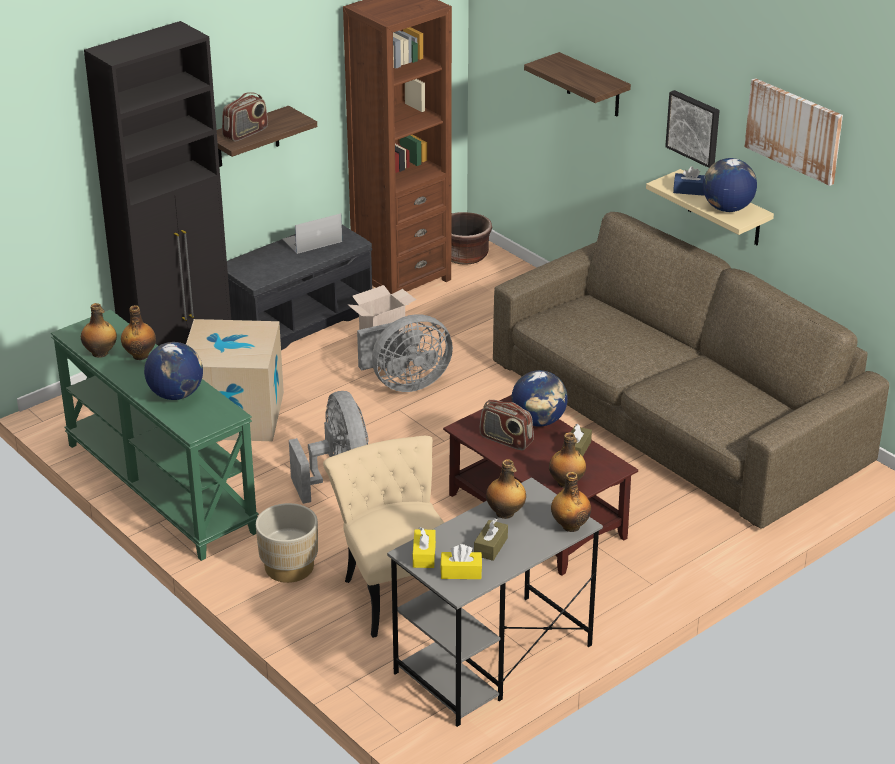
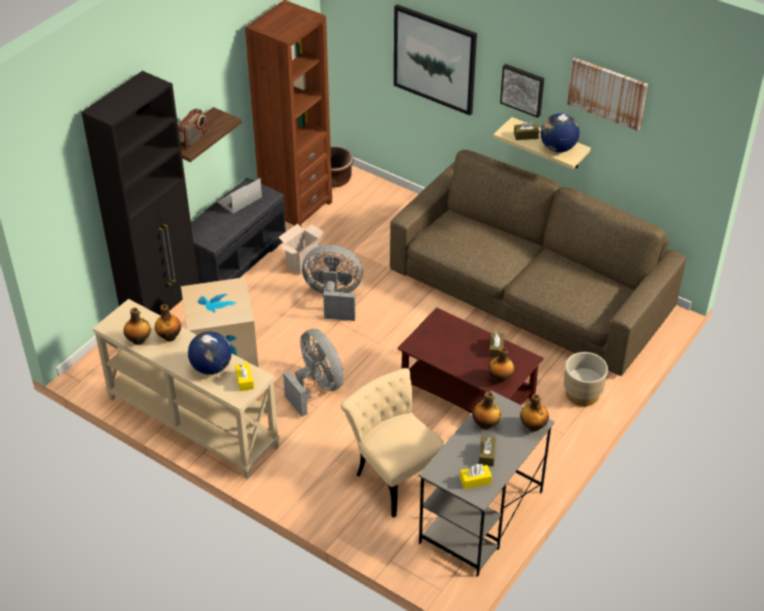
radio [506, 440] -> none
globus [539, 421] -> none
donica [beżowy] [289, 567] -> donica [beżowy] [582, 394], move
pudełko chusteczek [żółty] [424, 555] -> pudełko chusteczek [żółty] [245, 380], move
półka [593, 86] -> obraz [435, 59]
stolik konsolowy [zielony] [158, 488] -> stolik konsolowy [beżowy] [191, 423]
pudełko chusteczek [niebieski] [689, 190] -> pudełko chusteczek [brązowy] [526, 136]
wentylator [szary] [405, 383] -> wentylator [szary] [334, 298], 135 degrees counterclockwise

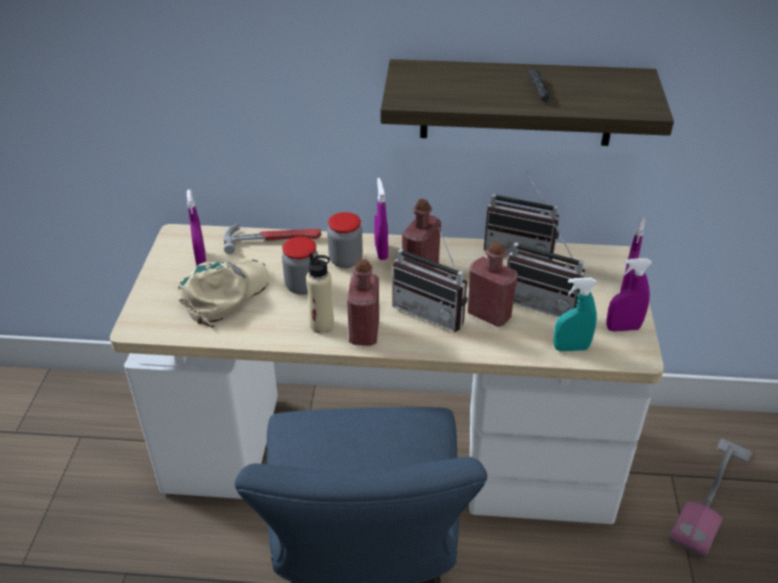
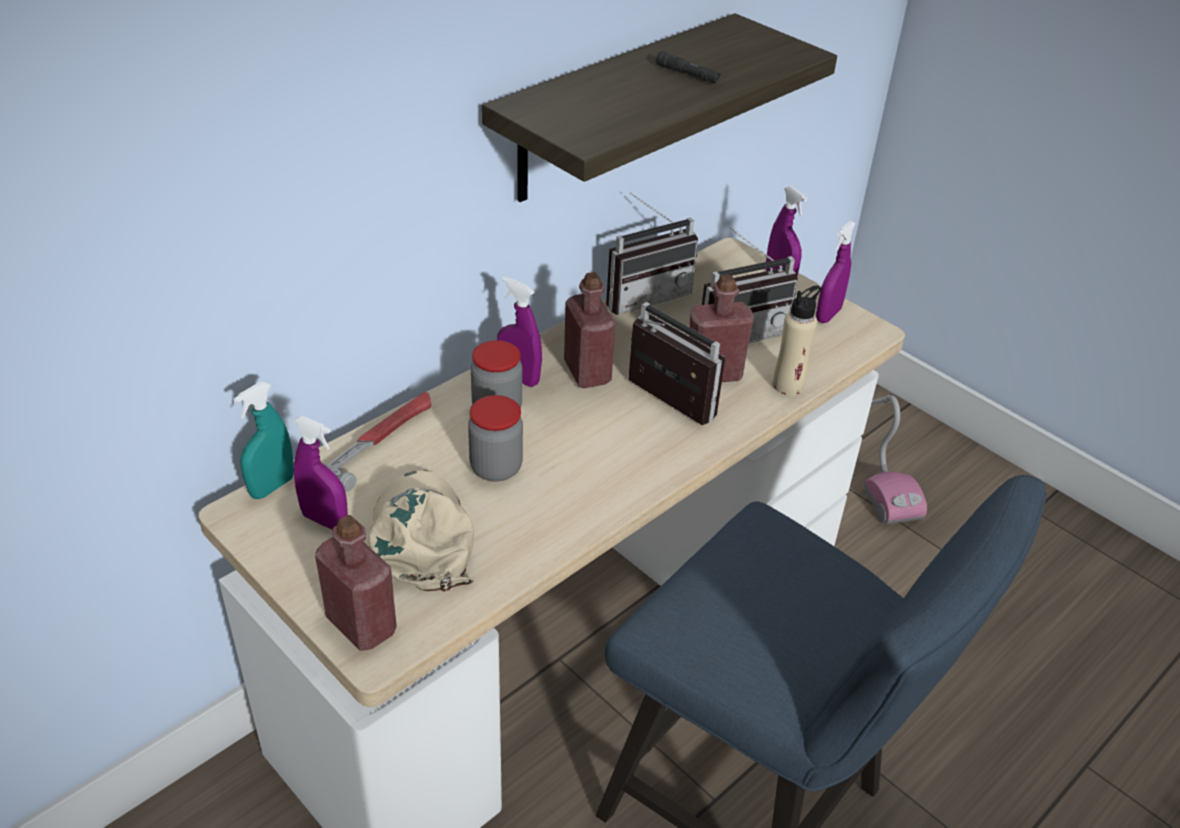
butelka [beżowy] [322, 325] -> butelka [beżowy] [788, 385], move
butelka [czerwony] [364, 332] -> butelka [czerwony] [361, 624], move
spryskiwacz [turkusowy] [571, 348] -> spryskiwacz [turkusowy] [272, 487], move
radio [433, 311] -> radio [662, 404], 120 degrees counterclockwise

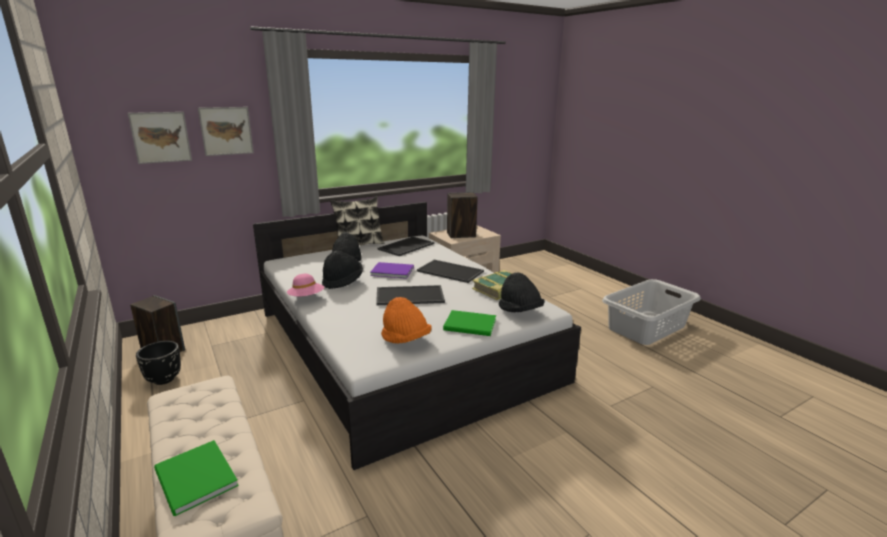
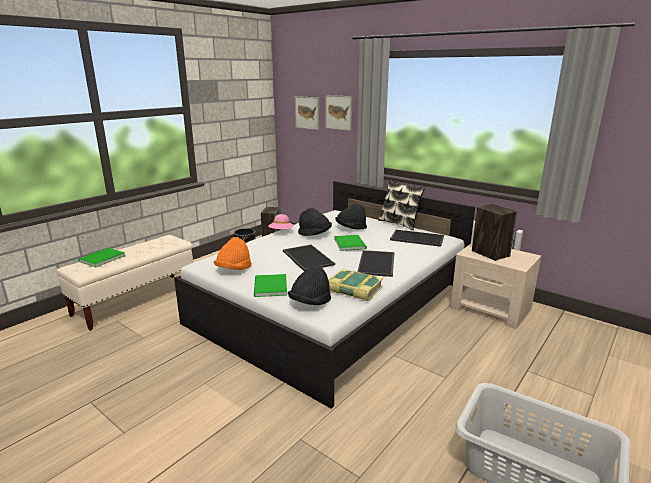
książka [fioletowy] [391, 271] -> książka [zielony] [350, 243]

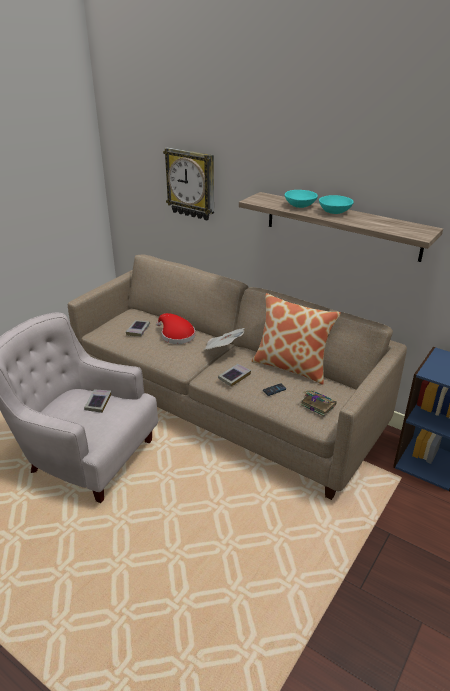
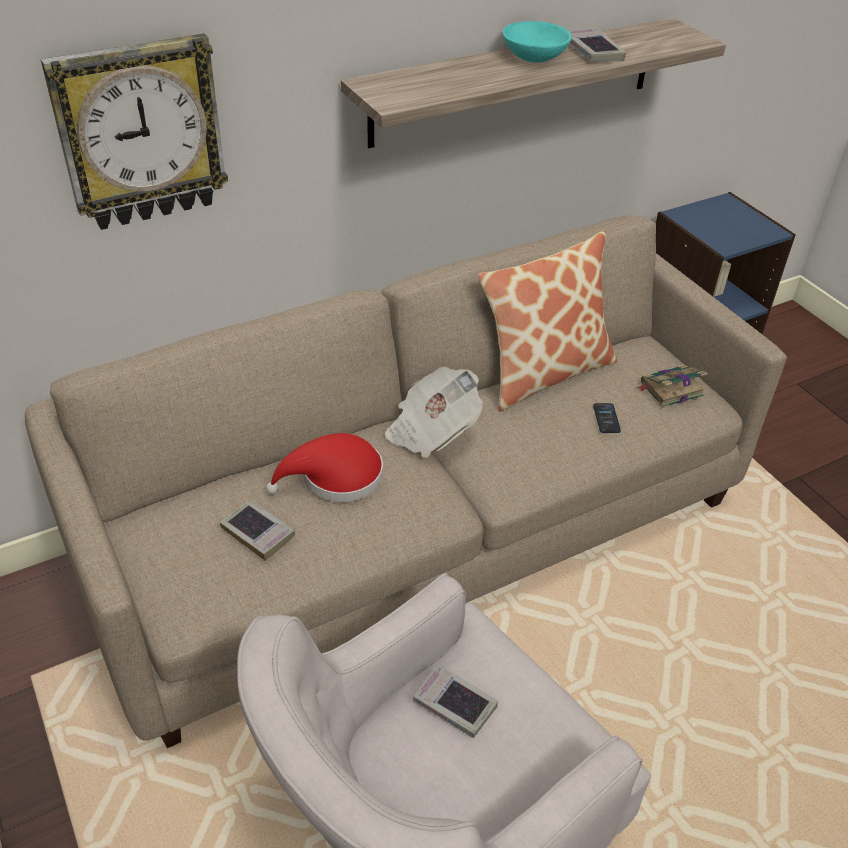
miska [turkusowy] [300, 206] -> none
książka [234, 377] -> książka [592, 51], move

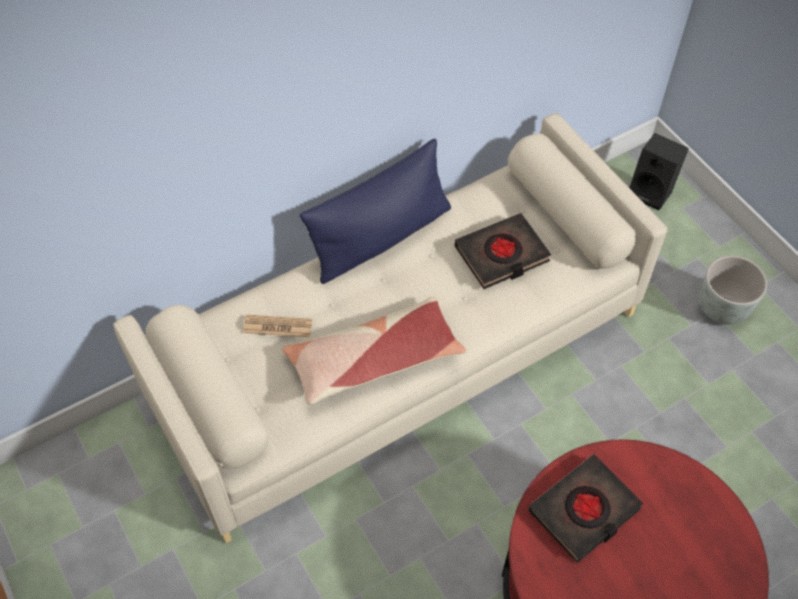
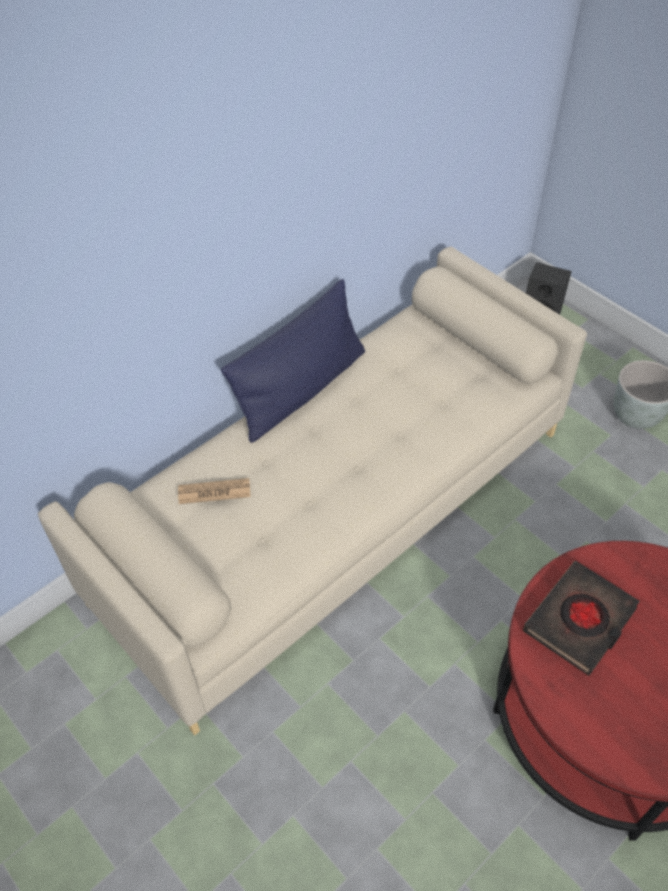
poduszka [373, 360] -> none
książka [czarny] [502, 255] -> none

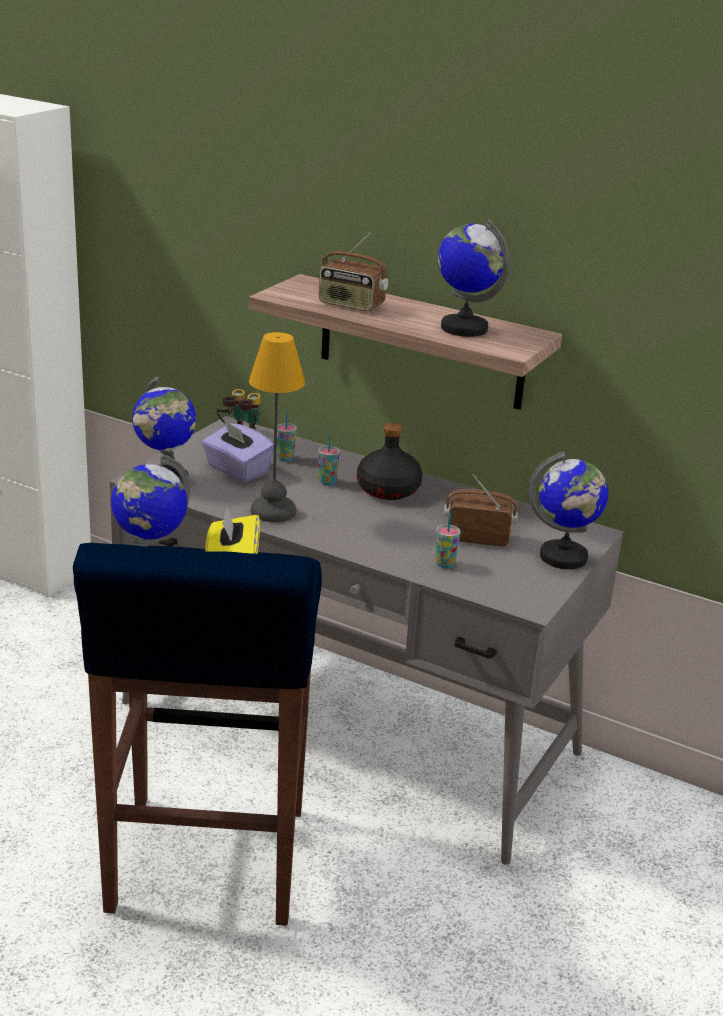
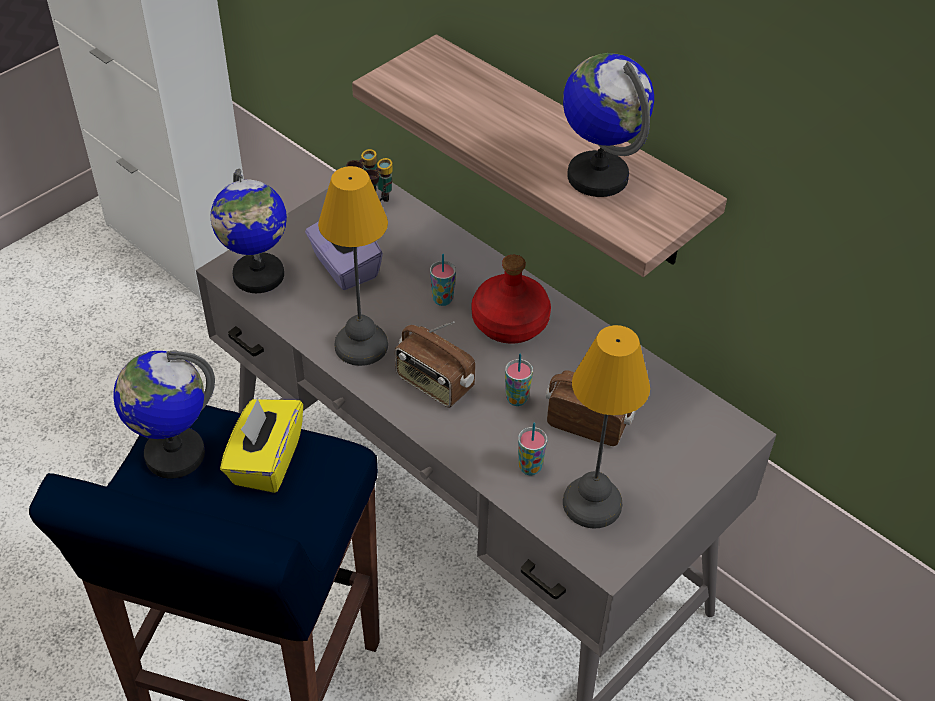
globus [563, 557] -> none
none -> lampa stołowa [590, 503]
filiżanka [285, 458] -> filiżanka [516, 399], move
radio [351, 305] -> radio [434, 384], move
butelka [czarny] [388, 490] -> butelka [czerwony] [509, 323]

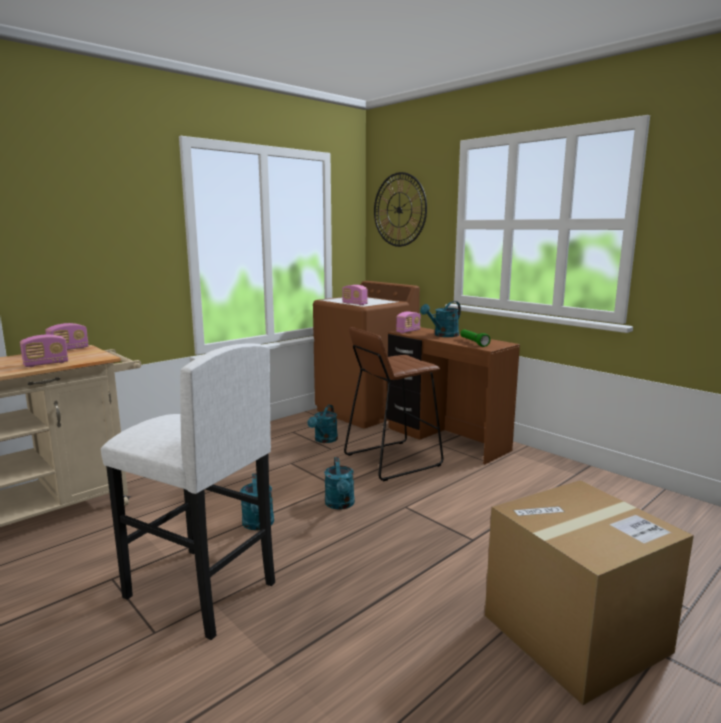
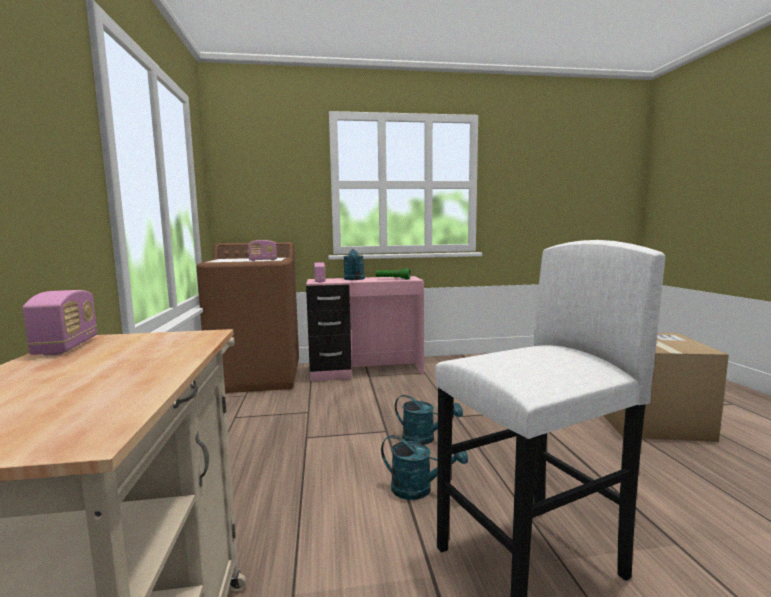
radio [46, 364] -> none
konewka [turkusowy] [324, 440] -> none
stołek [brązowy] [391, 460] -> none
zegar ścienny [399, 210] -> none
biurko [brązowy] [446, 440] -> biurko [różowy] [366, 372]

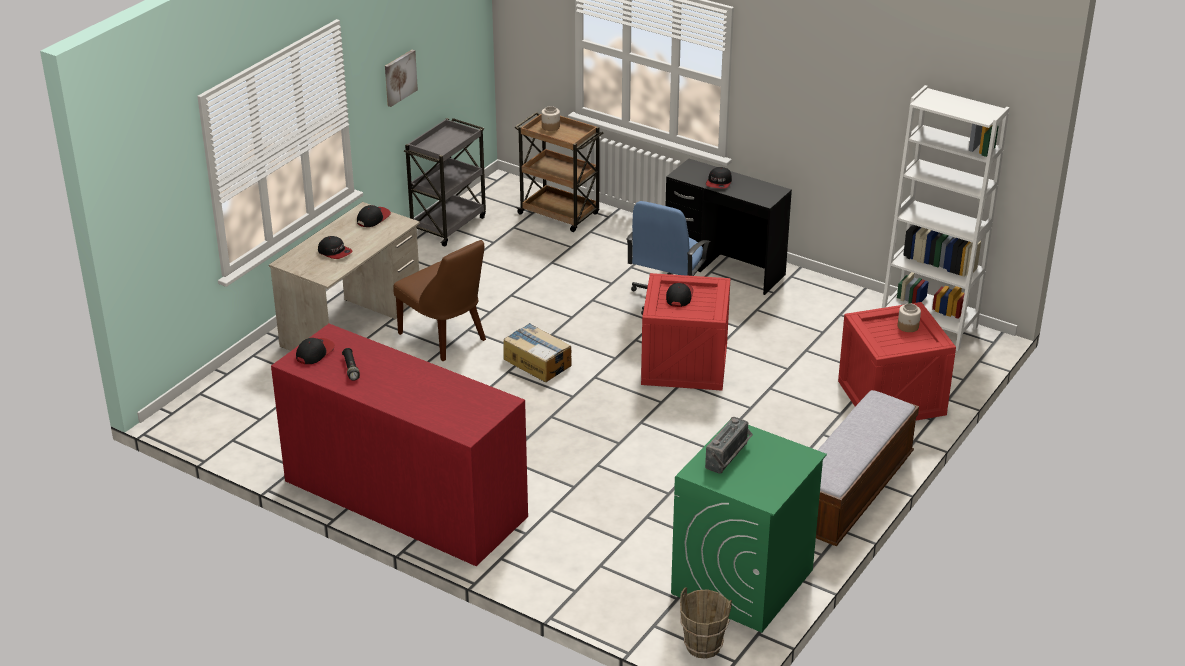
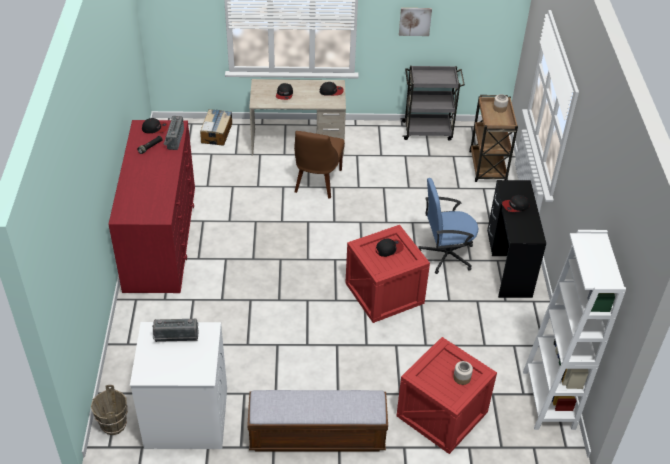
none -> radio [173, 139]
karton [537, 362] -> karton [217, 133], move
pralka [zielony] [742, 582] -> pralka [biały] [186, 418]

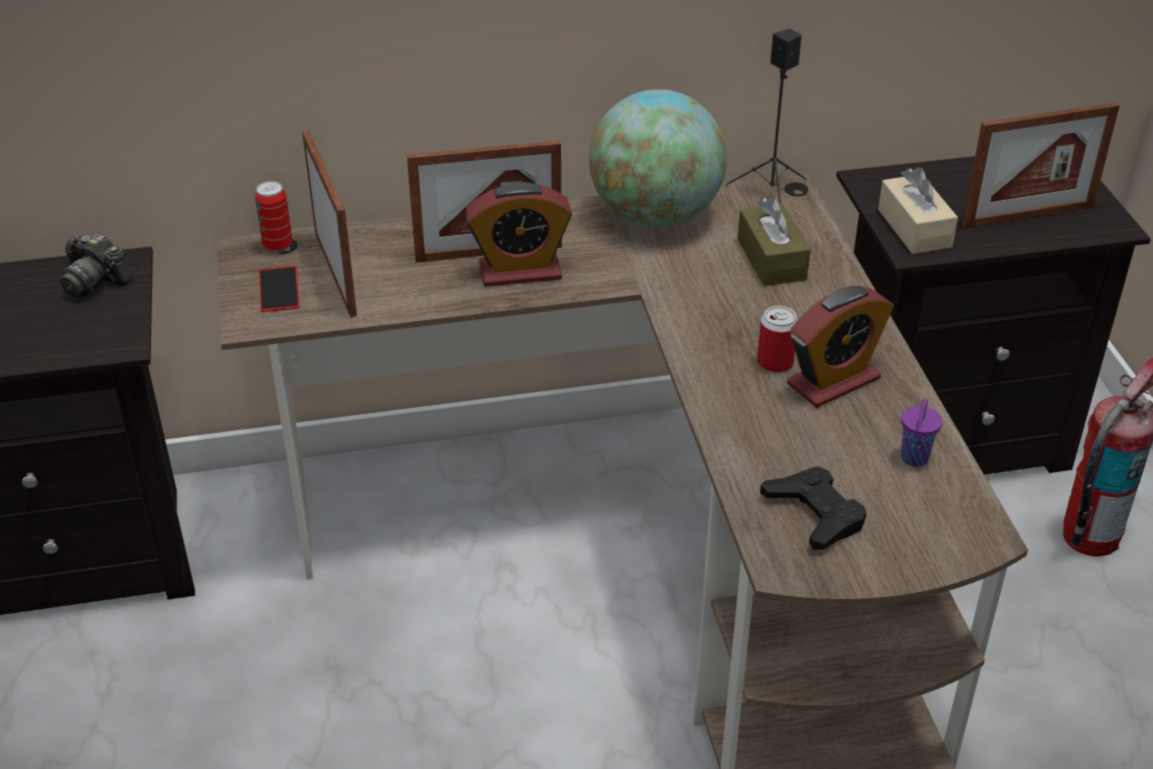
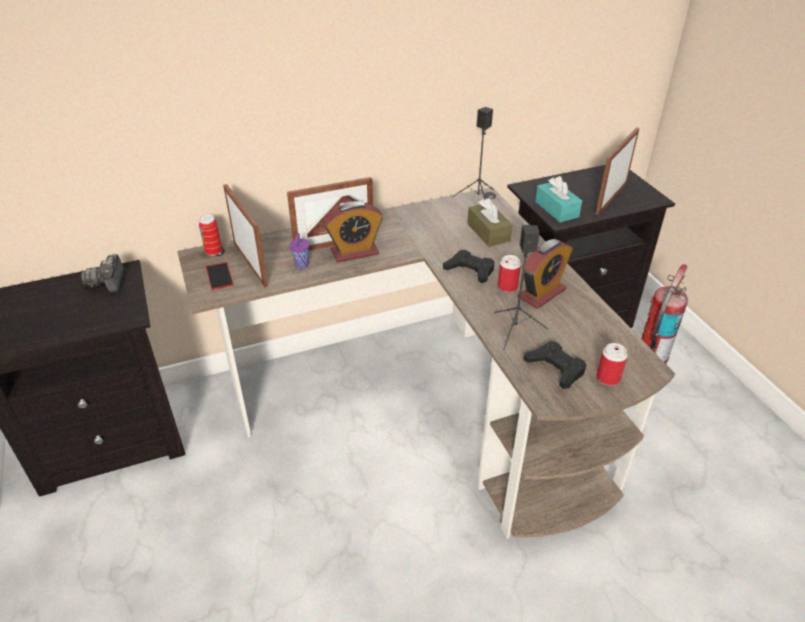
globus [655, 216] -> none
none -> pad do gier [czarny] [470, 270]
none -> głośnik [czarny] [515, 330]
none -> puszka [608, 378]
filiżanka [fioletowy] [914, 459] -> filiżanka [fioletowy] [301, 266], move
pudełko chusteczek [beżowy] [914, 228] -> pudełko chusteczek [turkusowy] [556, 209]
aparat fotograficzny [94, 281] -> aparat fotograficzny [108, 282], 60 degrees clockwise
ramka na zdjęcie [1028, 216] -> ramka na zdjęcie [611, 198], 150 degrees clockwise

